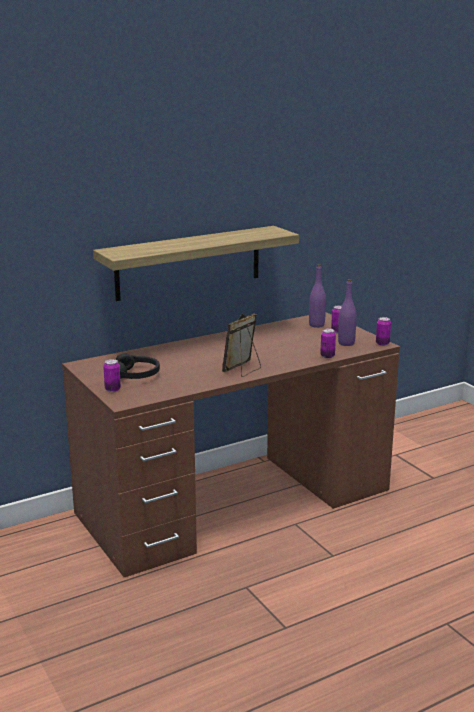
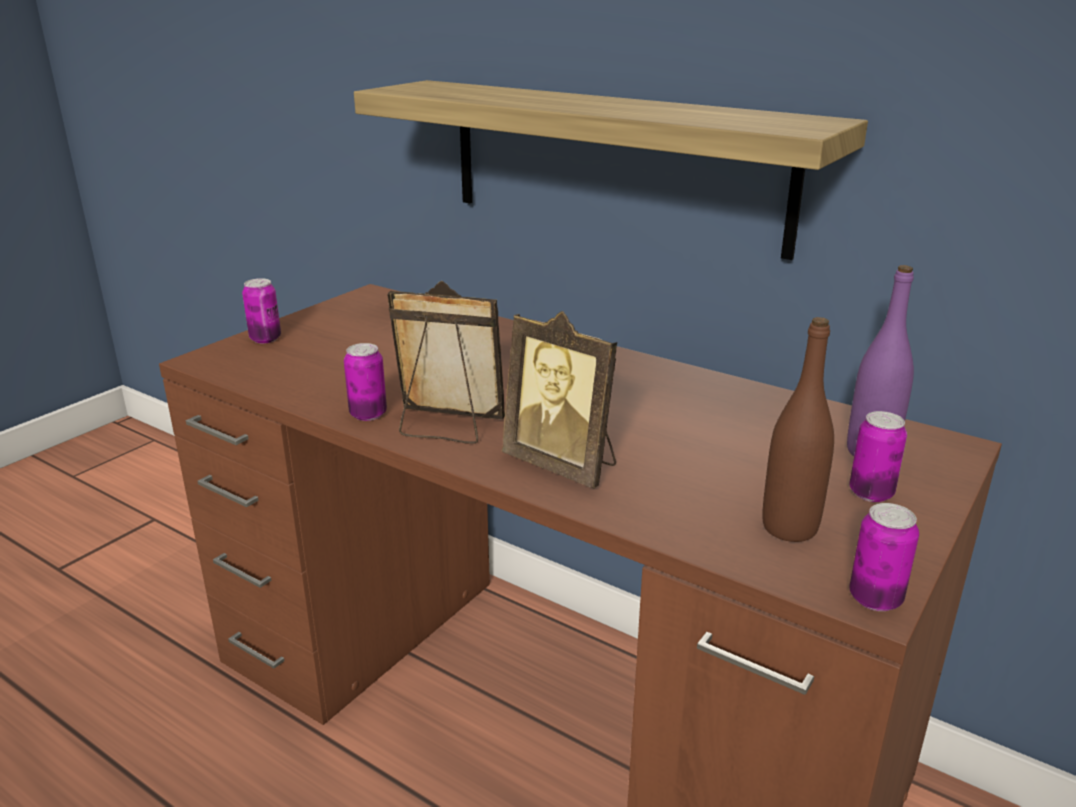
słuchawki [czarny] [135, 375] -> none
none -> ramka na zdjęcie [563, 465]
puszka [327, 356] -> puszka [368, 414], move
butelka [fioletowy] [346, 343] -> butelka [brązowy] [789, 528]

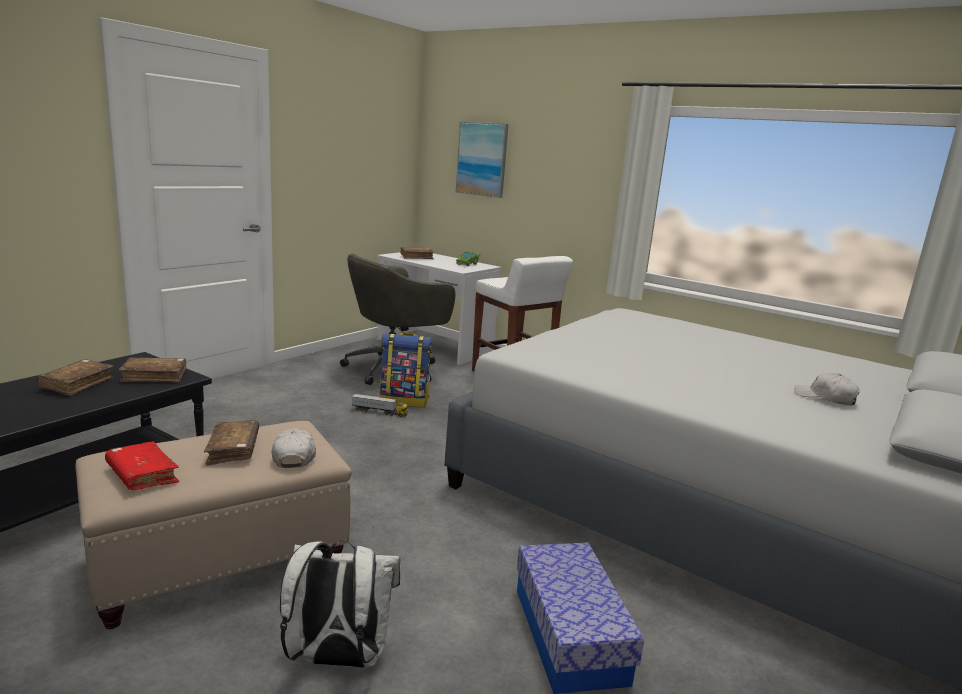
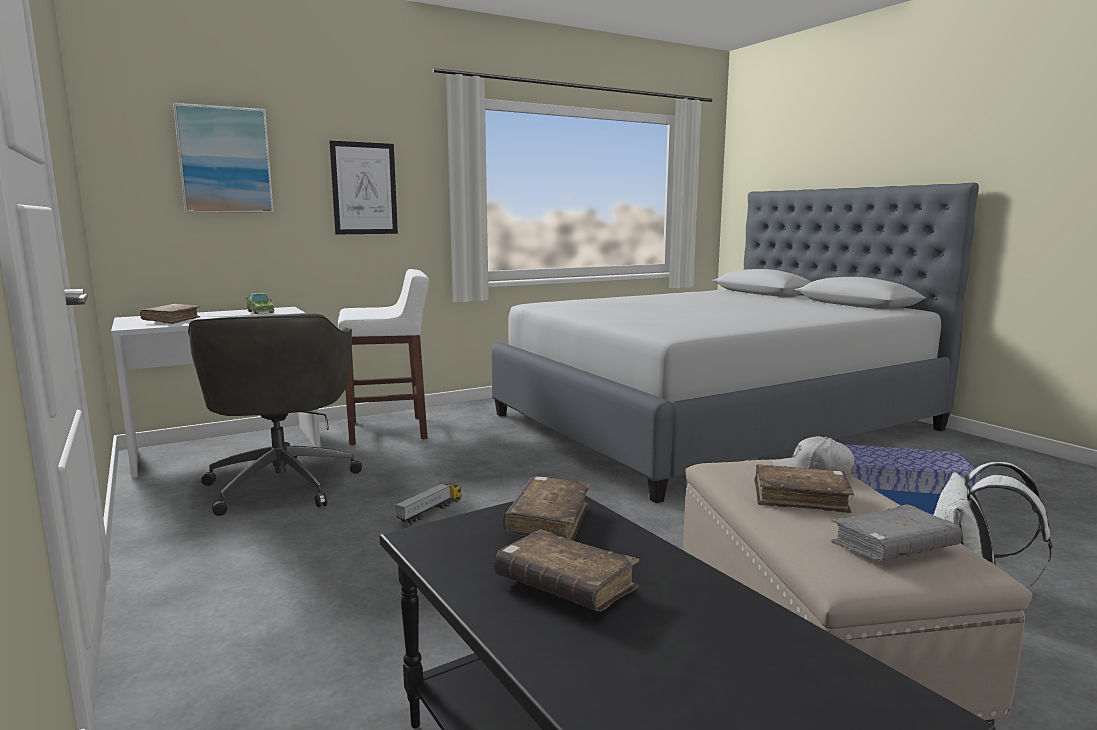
plecak [404, 400] -> none
czapka z daszkiem [biały] [825, 398] -> none
none -> obraz [364, 188]
książka [czerwony] [142, 475] -> książka [szary] [893, 548]

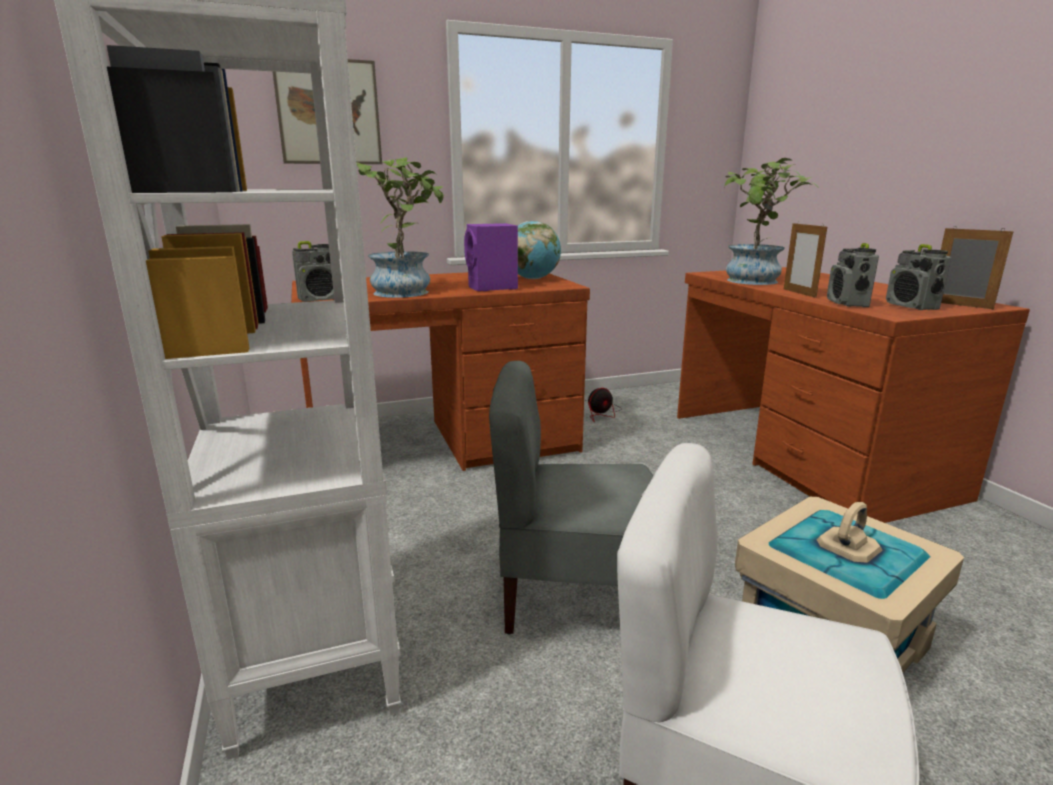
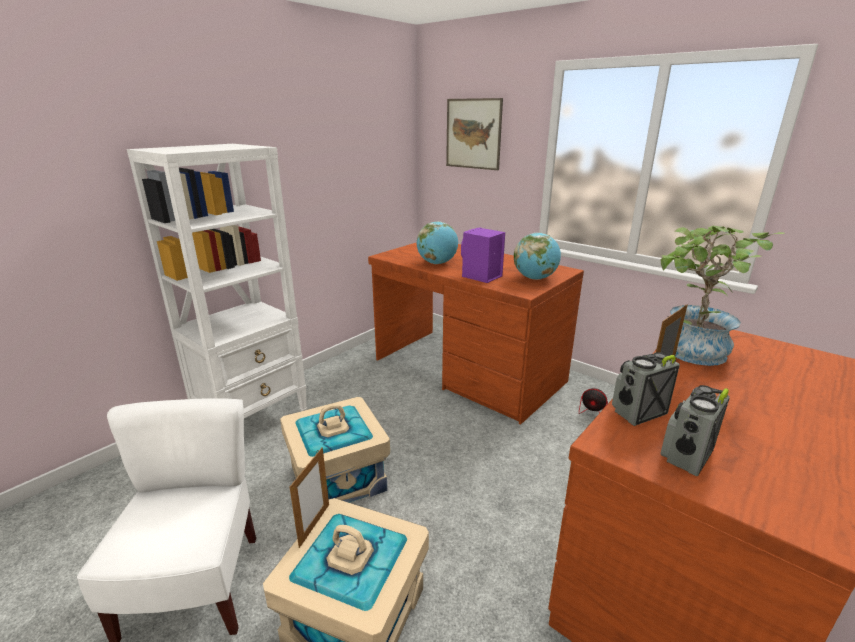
radio [320, 299] -> none
ramka na zdjęcie [960, 305] -> ramka na zdjęcie [314, 525], move
roślina doniczkowa [406, 291] -> globus [437, 263]
krzesło [szary] [574, 597] -> pojemnik do przechowywania [beżowy] [338, 477]

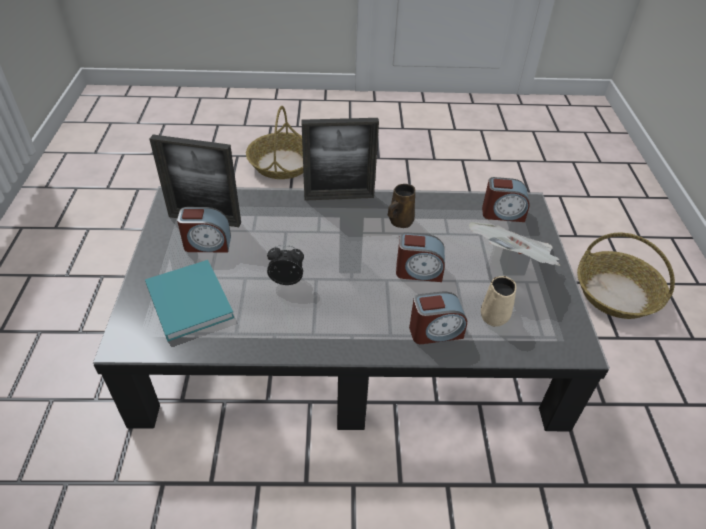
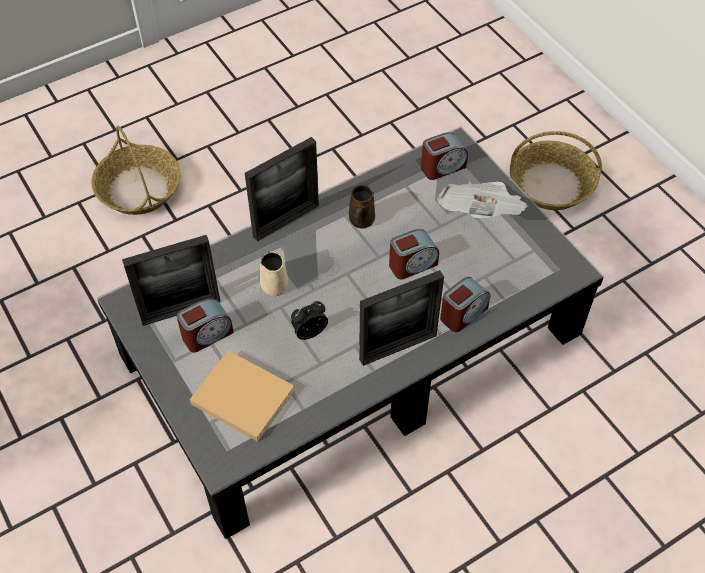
none -> ramka na zdjęcie [398, 347]
kubek [beżowy] [495, 315] -> kubek [beżowy] [274, 285], move
książka [turkusowy] [188, 299] -> książka [beżowy] [240, 396]

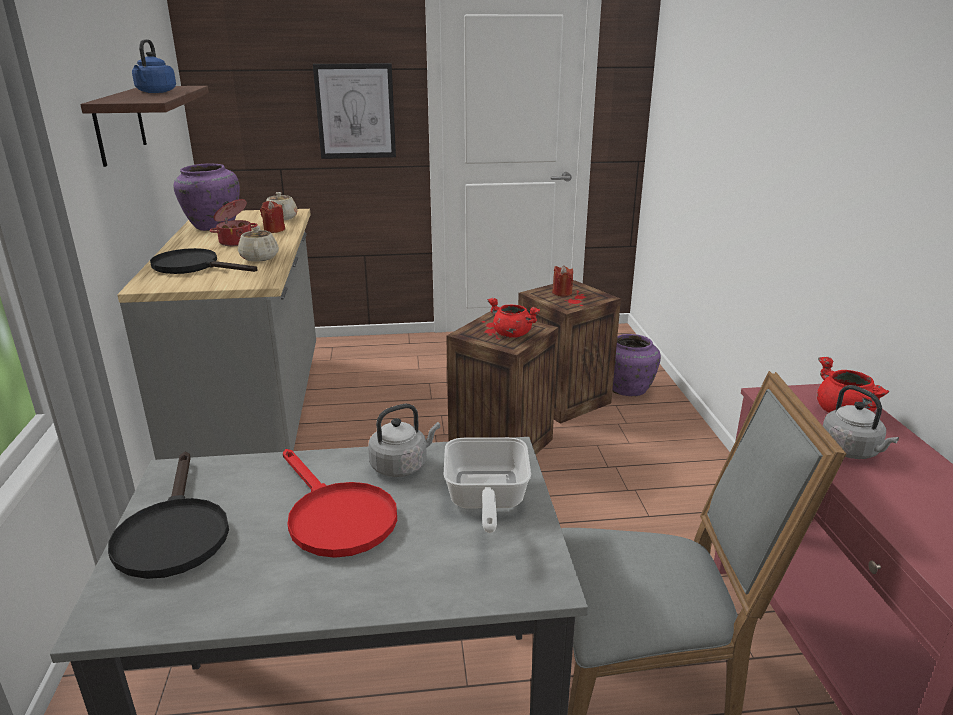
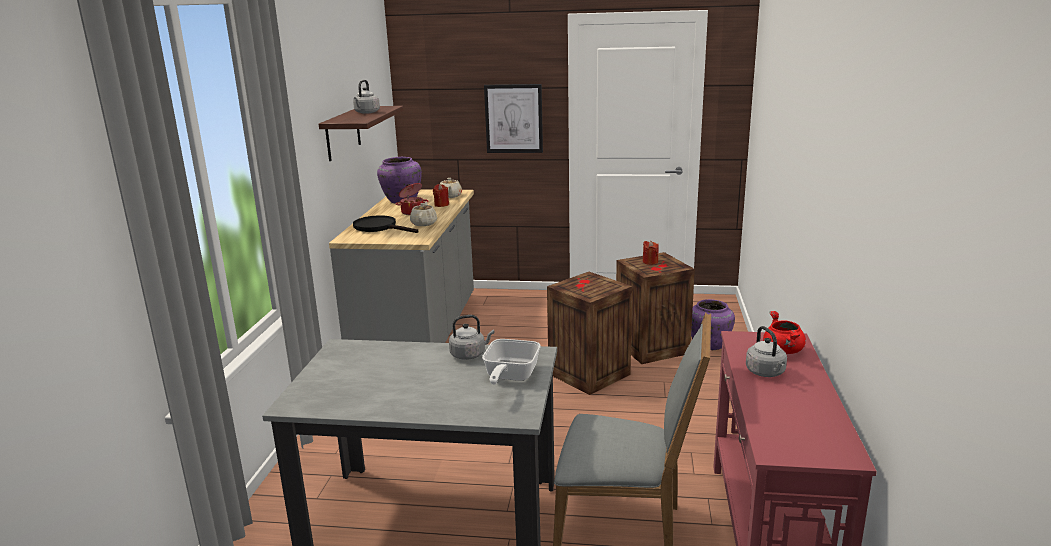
patelnia [czarny] [173, 533] -> none
patelnia [czerwony] [335, 517] -> none
garnek [czerwony] [511, 334] -> none
czajnik [niebieski] [155, 92] -> czajnik [szary] [366, 113]

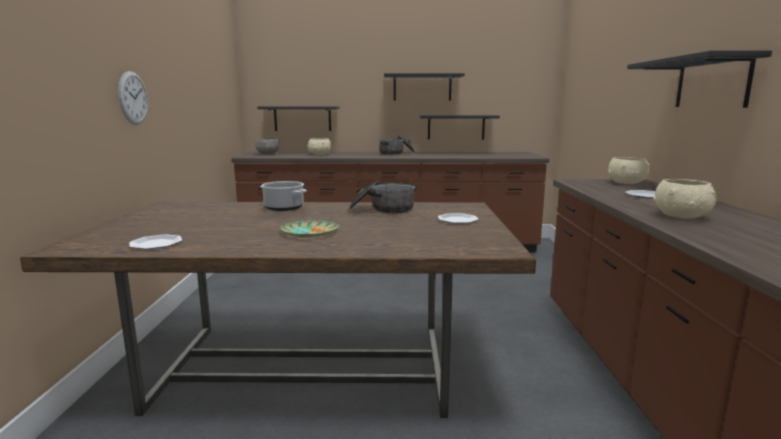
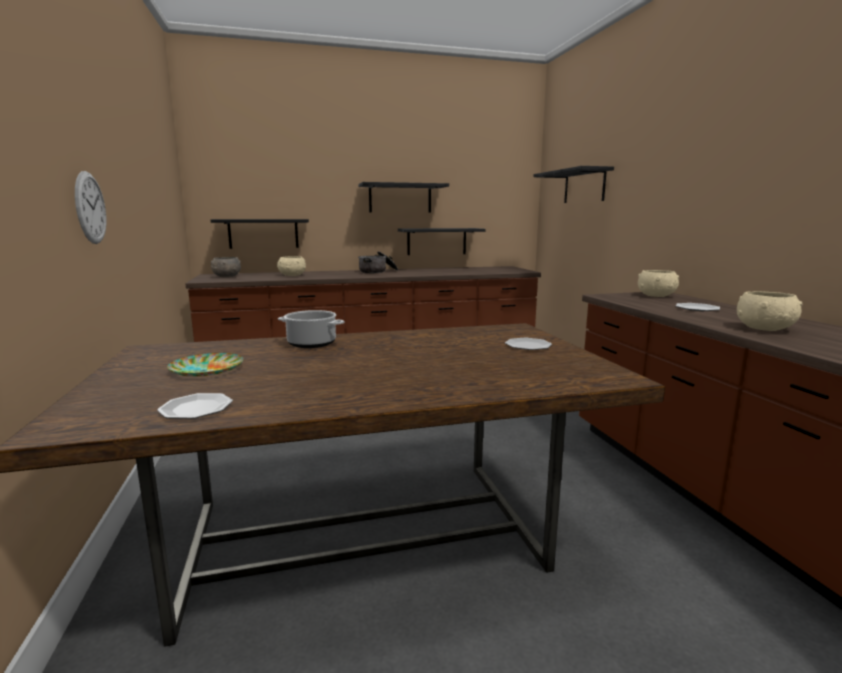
garnek [382, 210] -> none
talerz [309, 232] -> talerz [206, 369], move
półka [czarny] [712, 83] -> półka [czarny] [584, 186], move

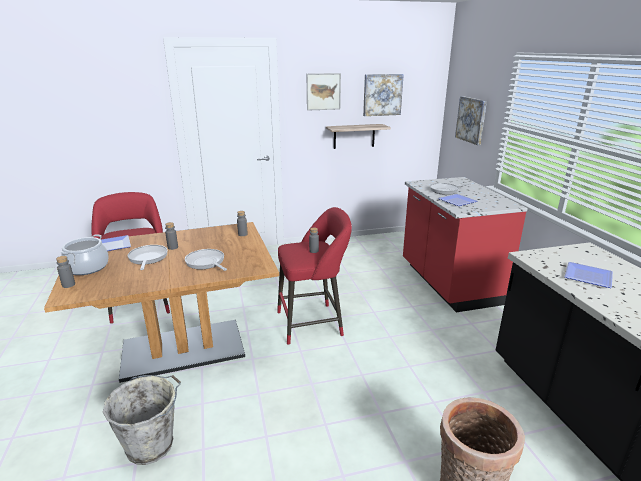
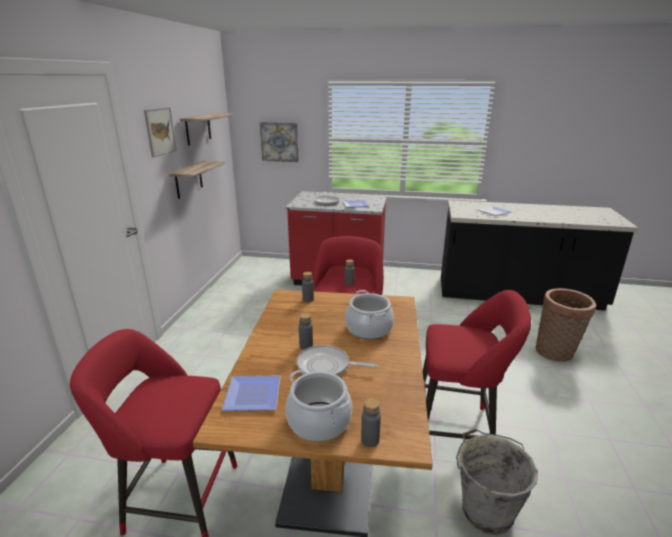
none -> stołek [czerwony] [458, 430]
patelnia [206, 262] -> garnek [369, 329]
obraz [382, 95] -> półka [198, 128]

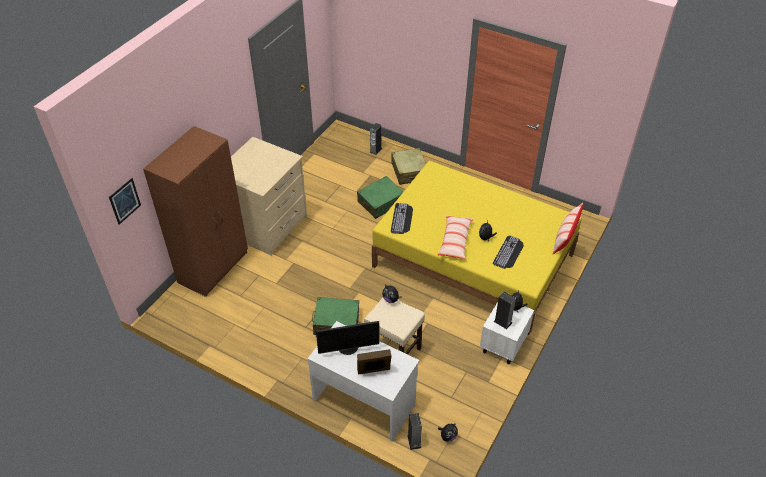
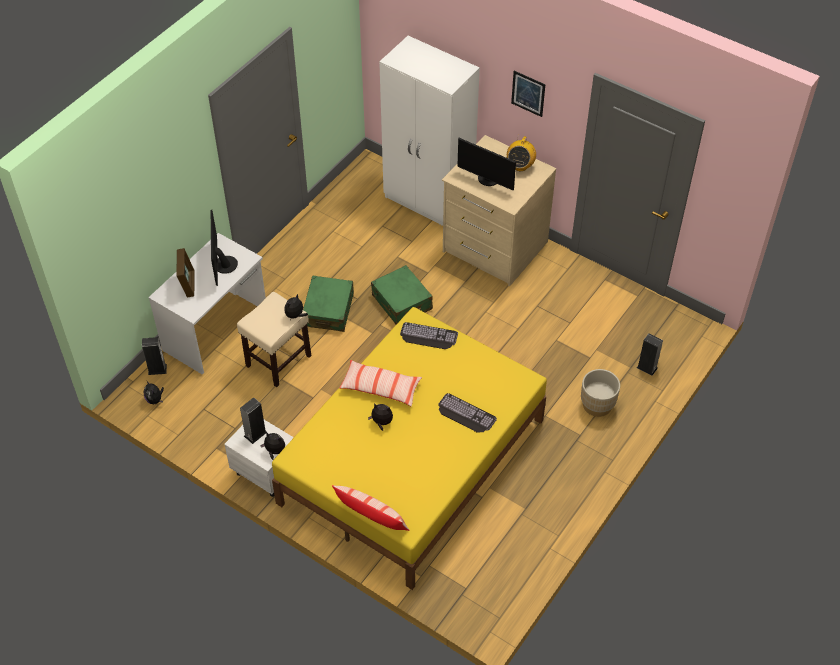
none -> monitor [487, 180]
none -> radio [520, 166]
obraz [125, 201] -> obraz [528, 93], move
walizka [zielony] [381, 202] -> walizka [zielony] [402, 302], move
klawiatura [509, 253] -> klawiatura [464, 414], move
walizka [beżowy] [409, 172] -> donica [beżowy] [597, 405]
szafa [brązowy] [214, 267] -> szafa [biały] [428, 202]

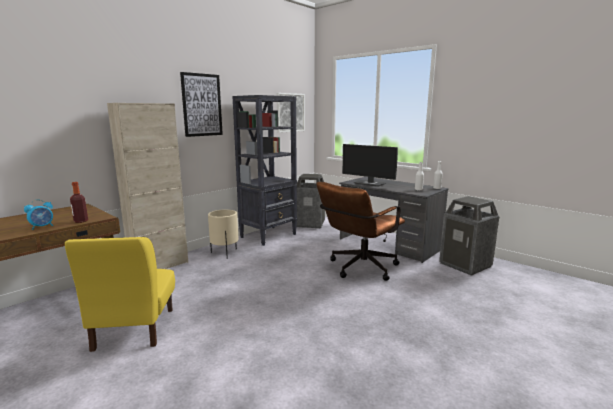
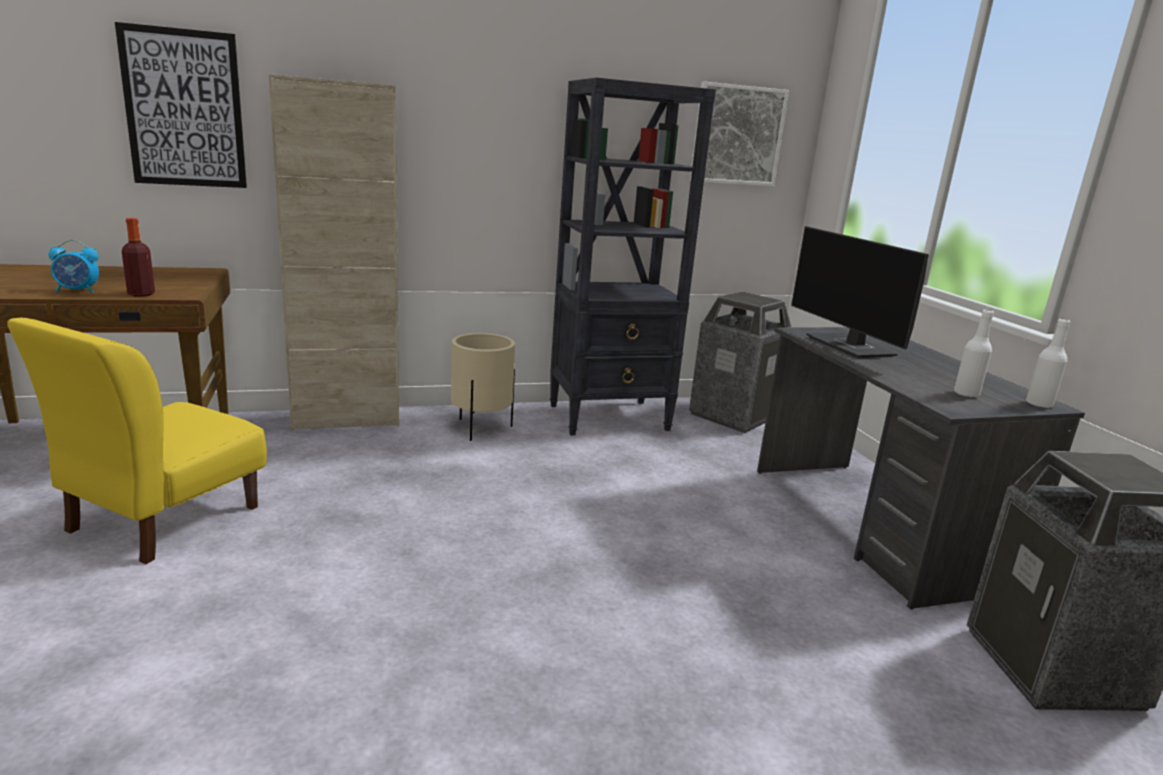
krzesło biurowe [brązowy] [359, 269] -> none
obraz [202, 105] -> obraz [184, 109], move

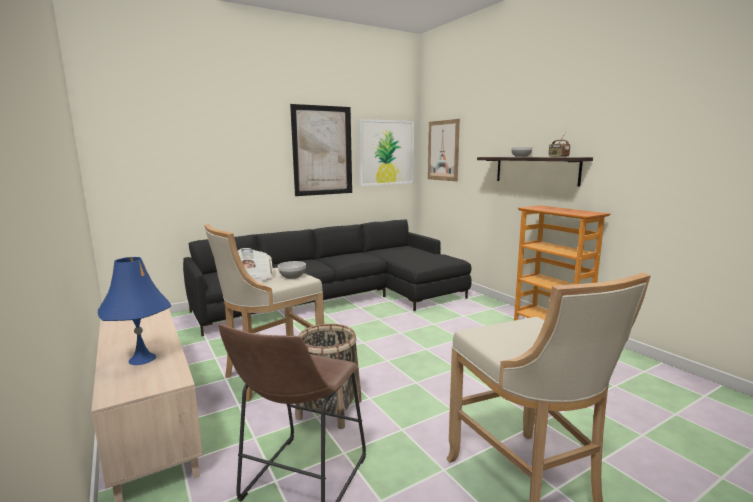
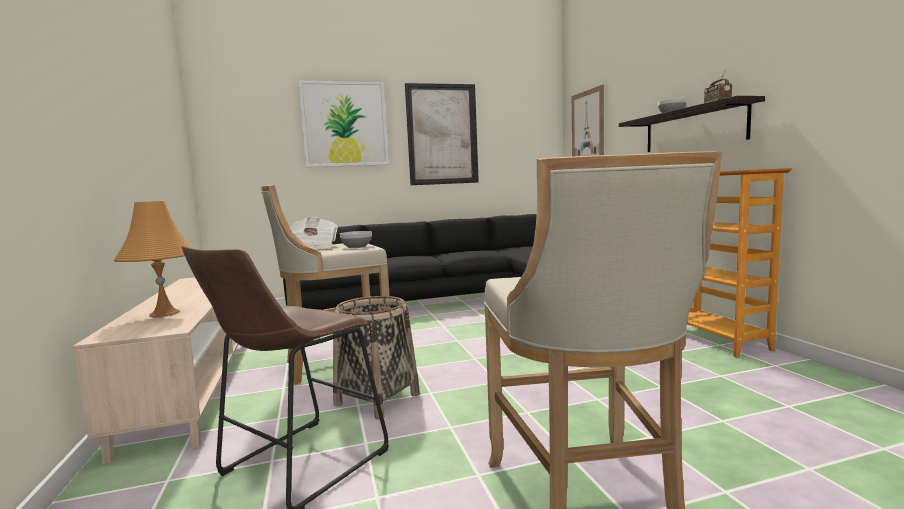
obraz [386, 153] -> obraz [345, 124], move
lampa stołowa [niebieski] [142, 359] -> lampa stołowa [pomarańczowy] [165, 313]

